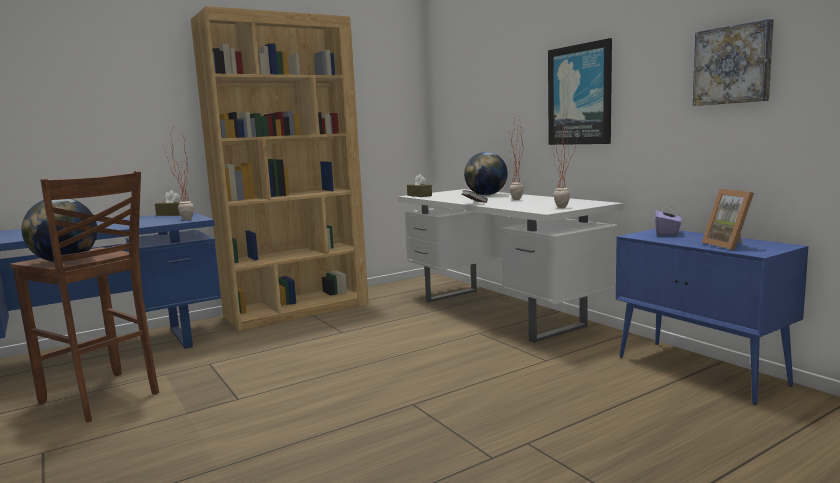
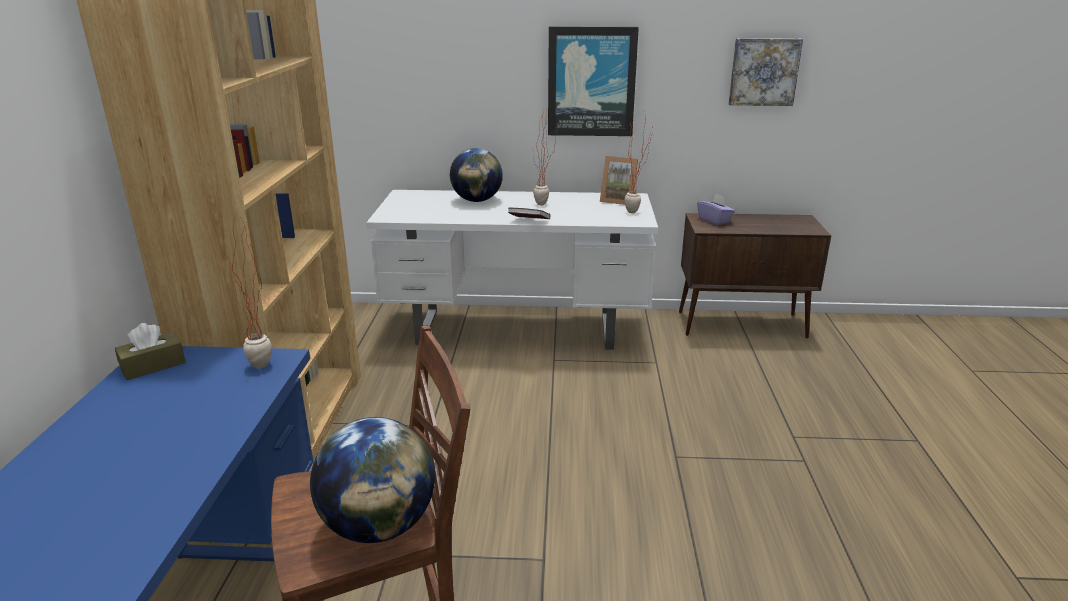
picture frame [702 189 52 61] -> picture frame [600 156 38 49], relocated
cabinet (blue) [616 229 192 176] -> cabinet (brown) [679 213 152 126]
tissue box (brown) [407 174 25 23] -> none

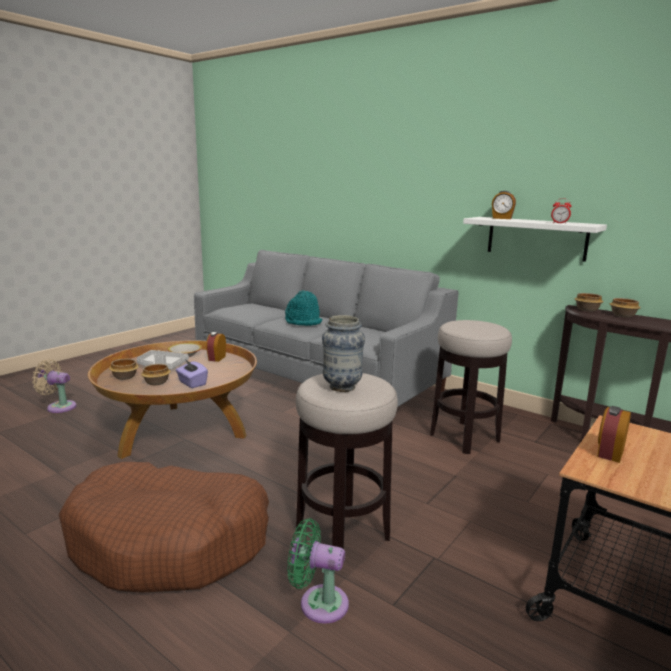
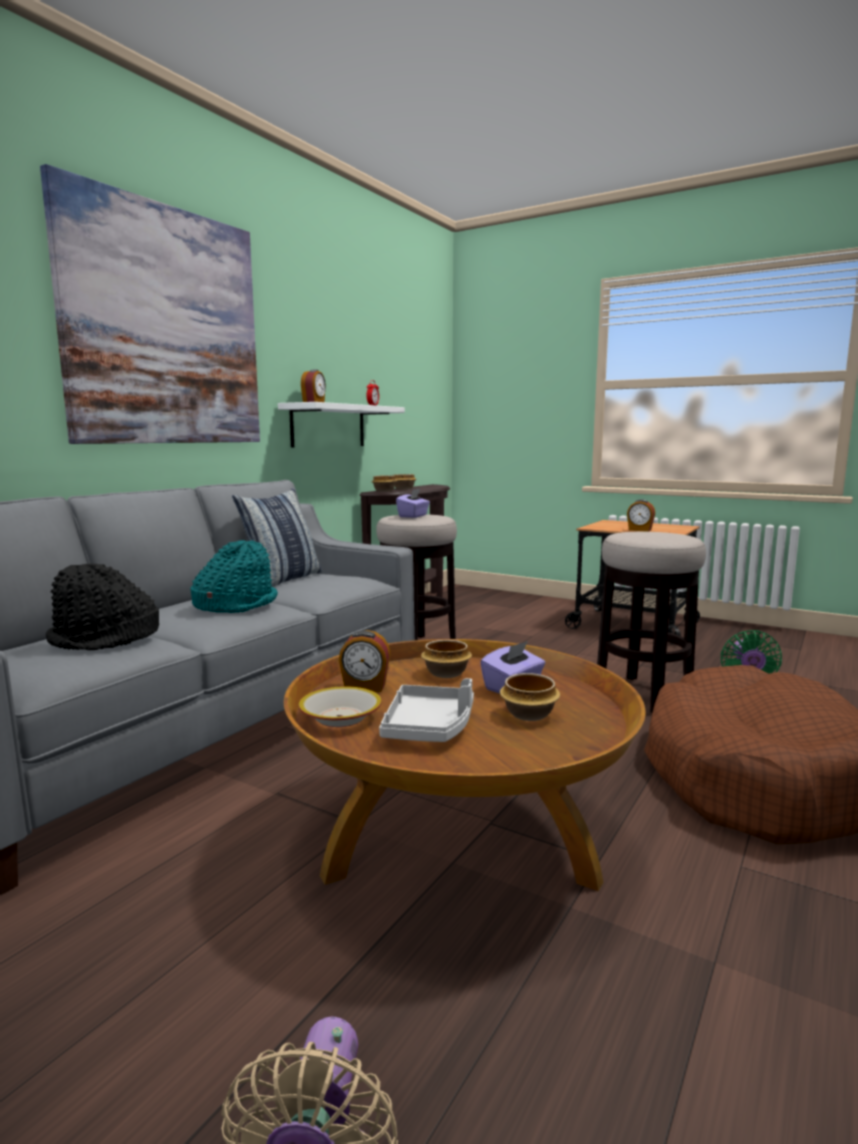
none -> picture [40 164 220 280]
none -> hat (black) [46 563 113 87]
none -> pillow [232 488 90 99]
none -> tissue box (purple) [396 489 34 29]
bowl [109 358 30 22] -> bowl [421 640 51 38], relocated
vase [322 315 43 77] -> none

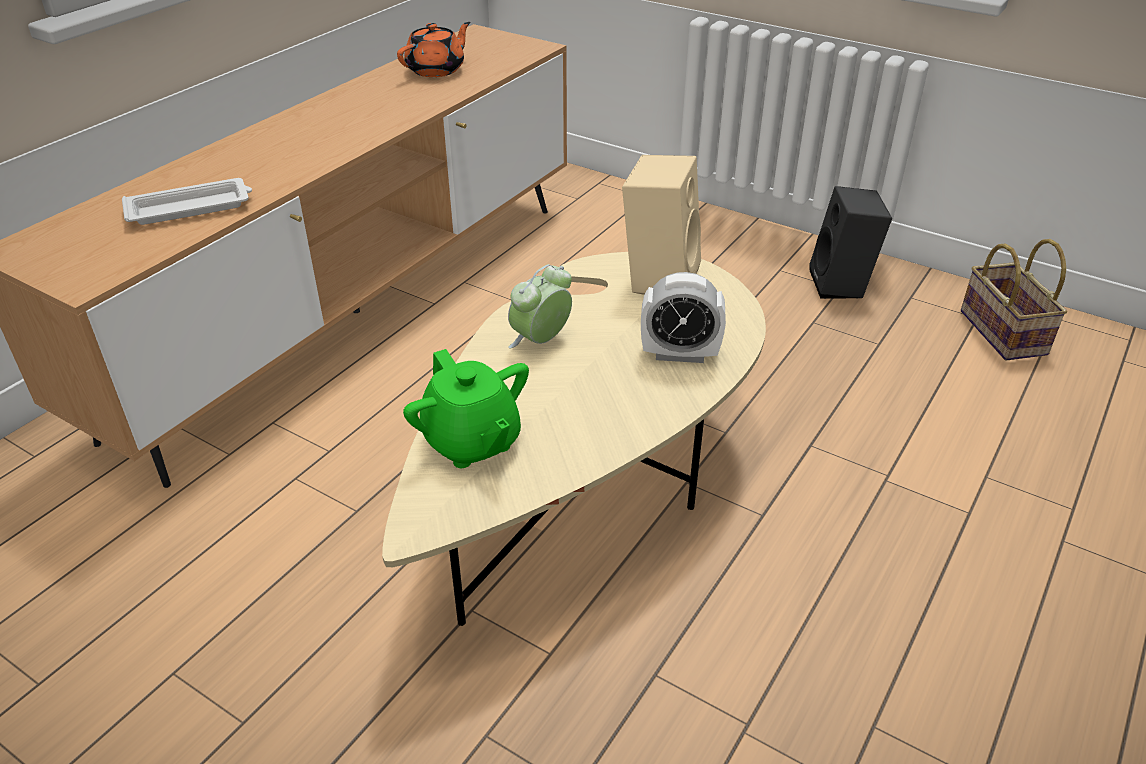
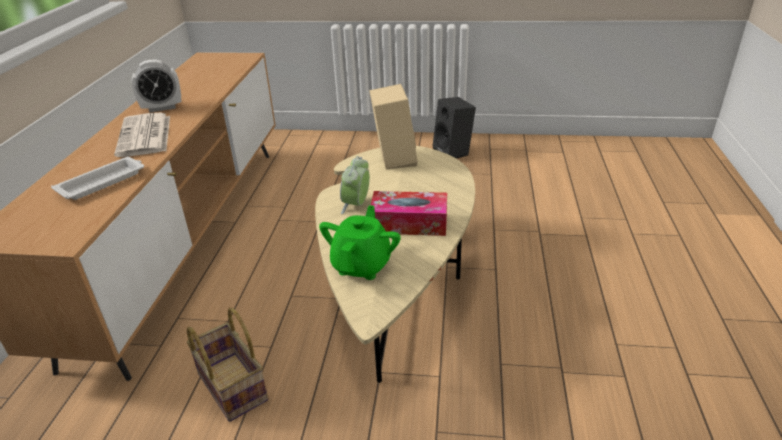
none -> newspaper [114 112 56 45]
alarm clock [641 272 85 91] -> alarm clock [132 59 49 54], relocated
basket [961 239 106 121] -> basket [187 308 81 114], relocated
teapot (green) [403 349 126 119] -> teapot (green) [319 205 82 75], 105 degrees counterclockwise
none -> tissue box [371 191 76 45]
teapot (orange) [397 22 74 55] -> none

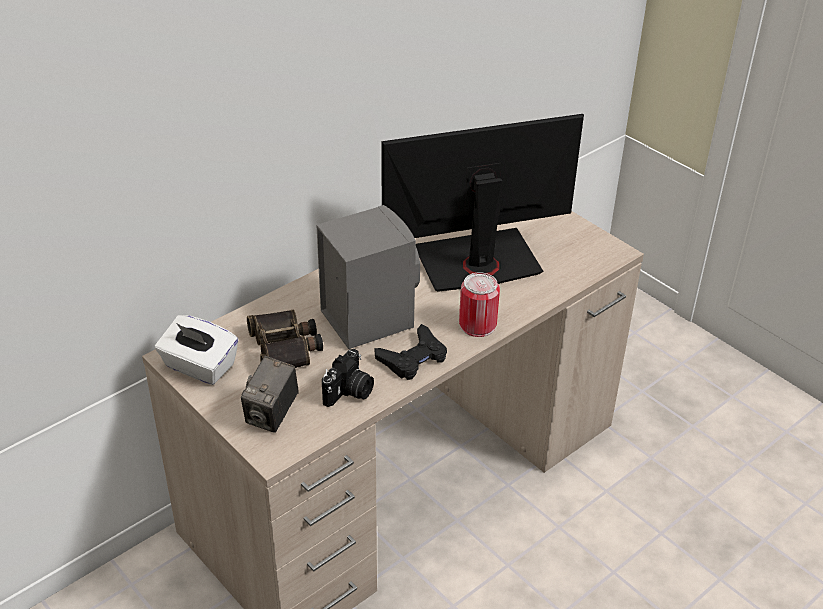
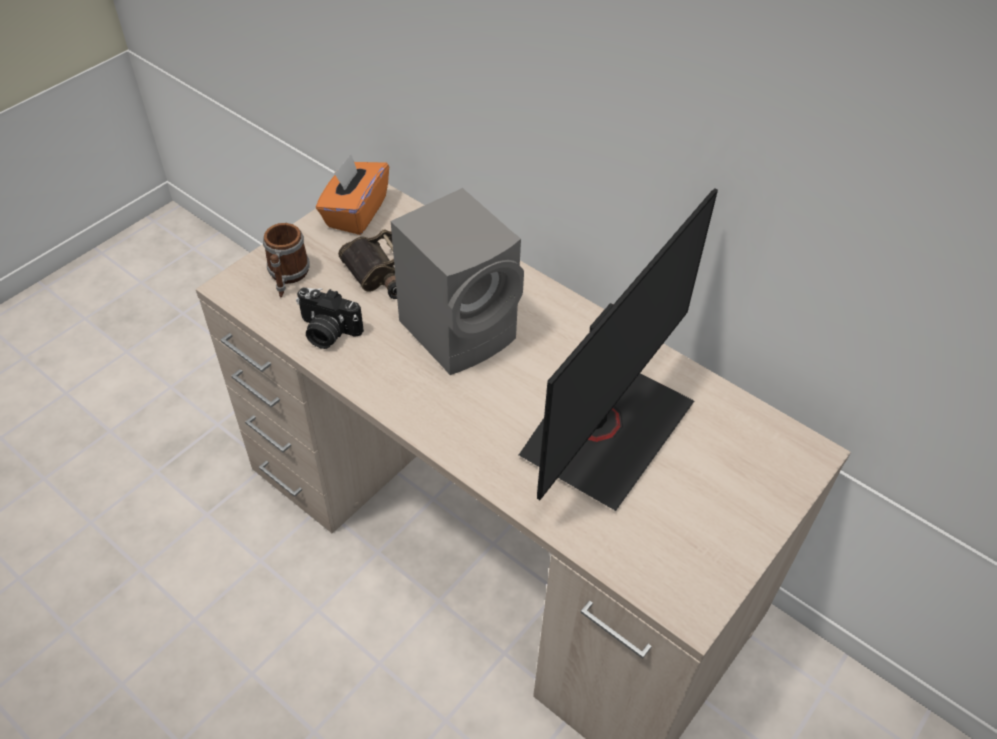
photo camera [241 356 58 77] -> mug [263 223 46 75]
tissue box (white) [155 315 84 70] -> tissue box (orange) [316 154 73 81]
monitor [381 114 203 178] -> monitor [519 189 199 322], 60 degrees clockwise
game controller (black) [375 324 72 56] -> none
can [459 272 41 65] -> none

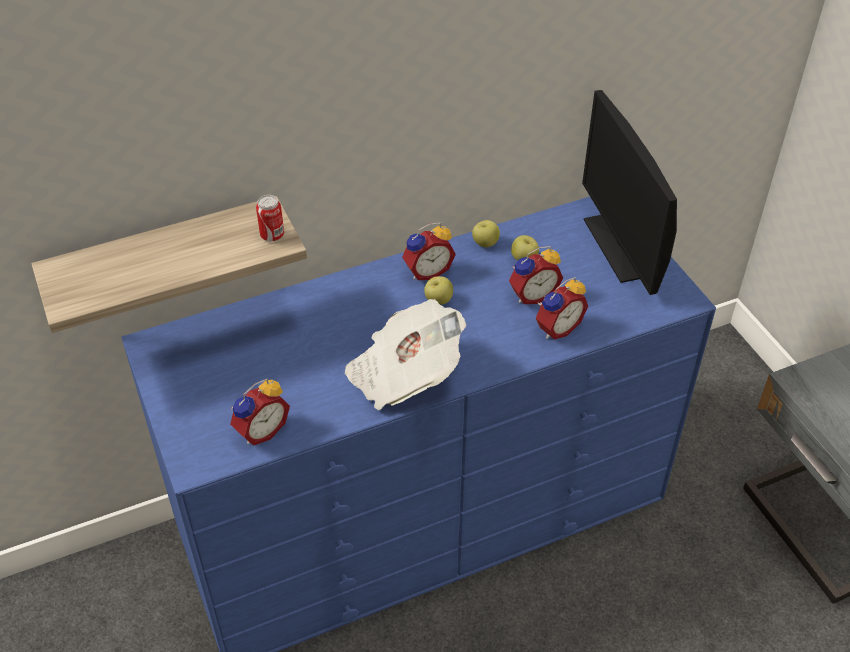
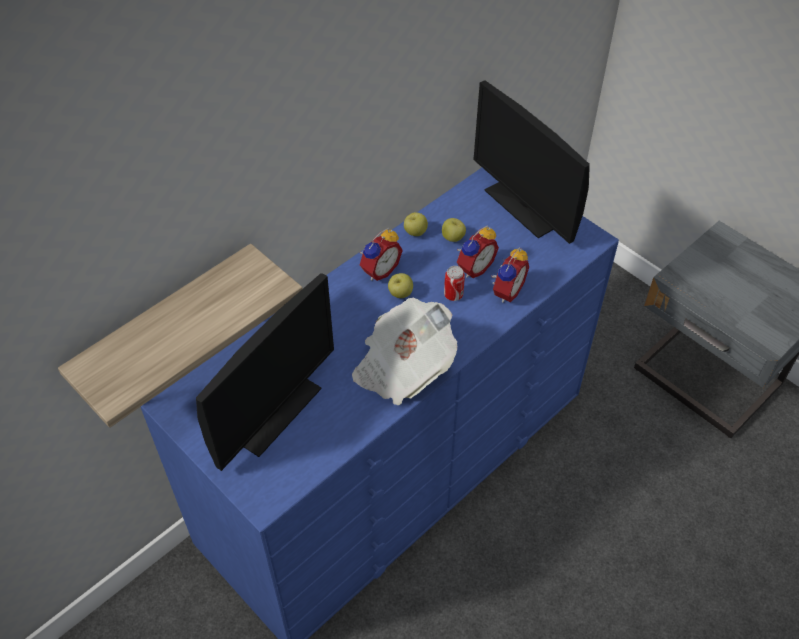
none -> monitor [196 273 138 198]
can [256 195 28 47] -> can [444 266 21 35], relocated
alarm clock [230 379 60 67] -> none

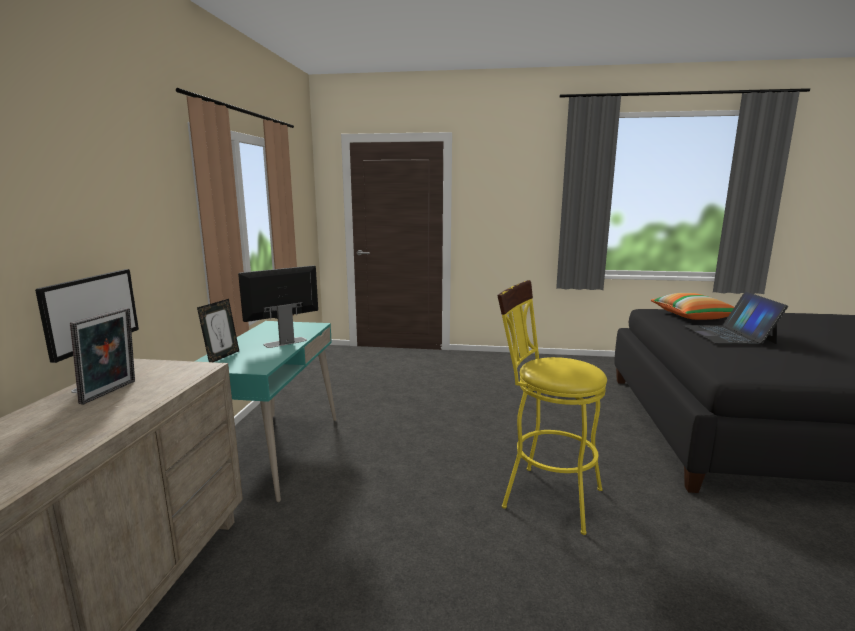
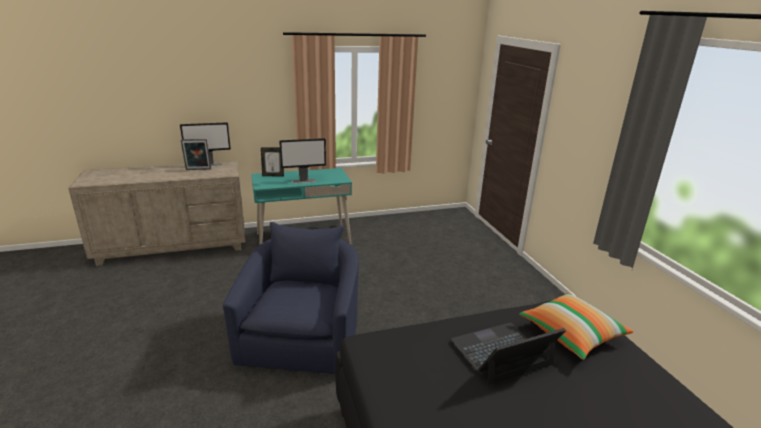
stool (yellow) [497 280 110 255] -> armchair (blue) [223 222 136 152]
monitor [238 265 80 83] -> monitor [279 138 47 46], 135 degrees clockwise

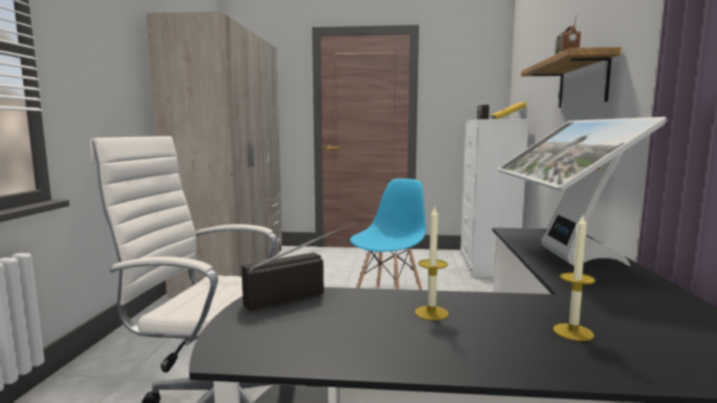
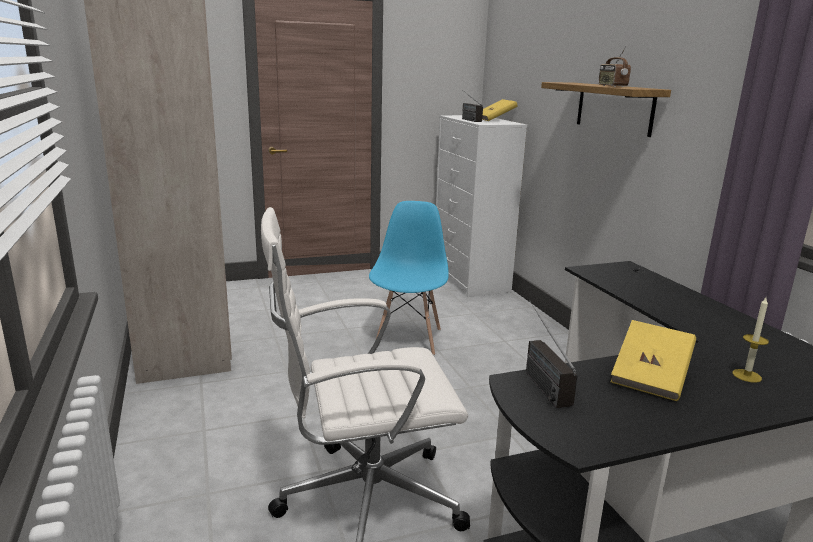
radio [241 221 117 90] -> radio [526 301 52 107], 45 degrees counterclockwise
candle [415 205 34 115] -> book (yellow) [611 320 85 81]
monitor [497 117 171 149] -> none

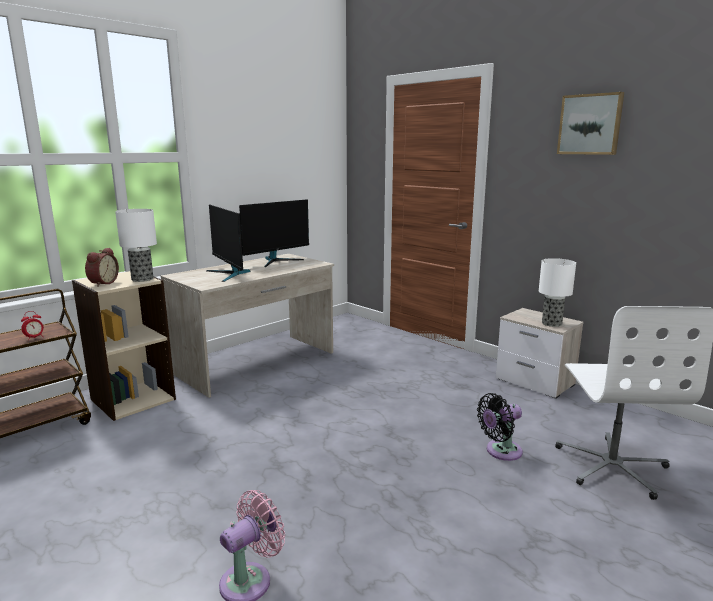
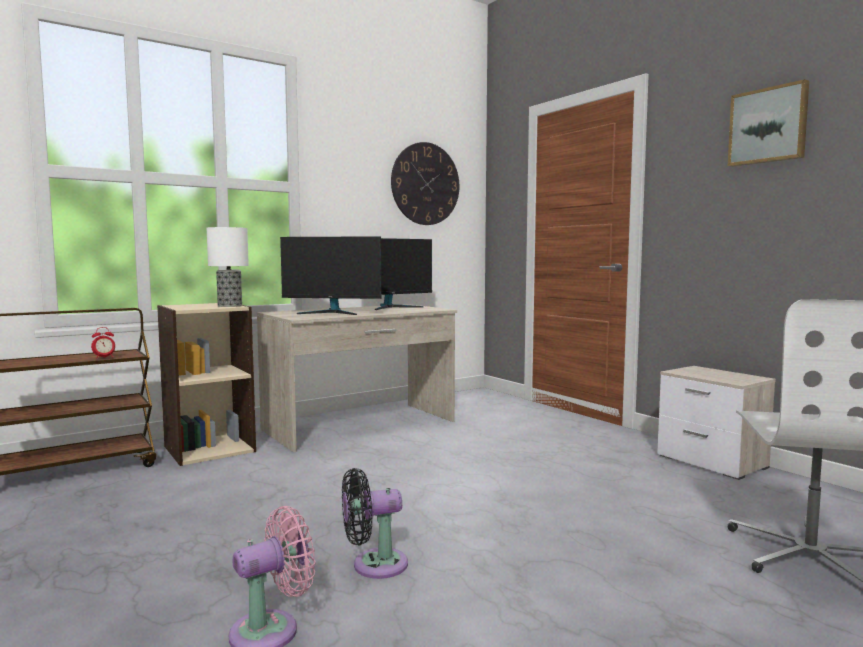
monitor [206 205 44 77] -> monitor [280 236 102 79], 60 degrees counterclockwise
fan (black) [477 393 46 68] -> fan (black) [342 468 66 111], relocated
none -> wall clock [391 142 68 83]
alarm clock [85 248 34 39] -> none
table lamp [539 258 37 69] -> none

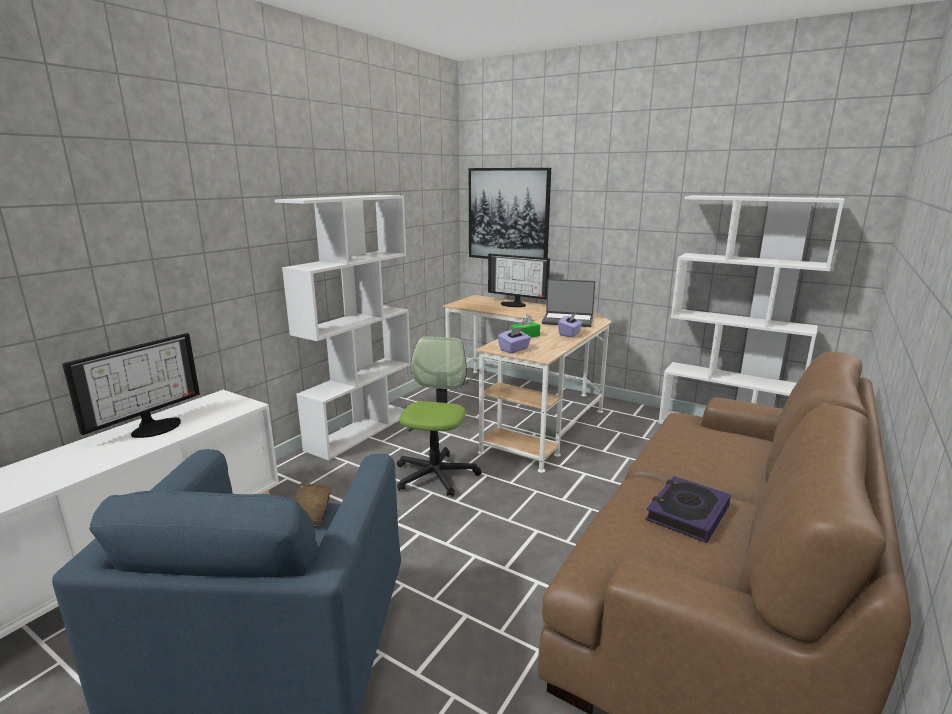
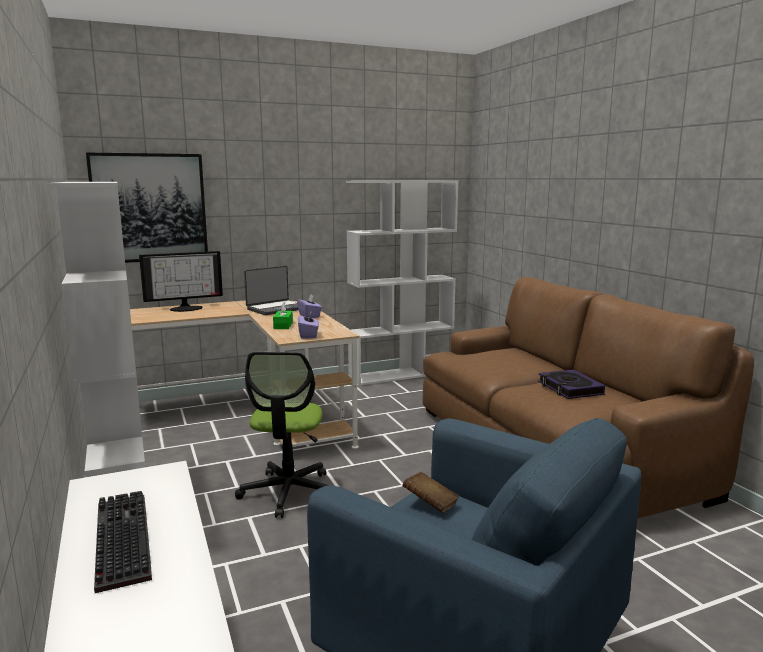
monitor [62 333 138 105] -> keyboard [94 491 58 102]
office chair [397 336 84 160] -> office chair [235 352 94 166], 135 degrees counterclockwise

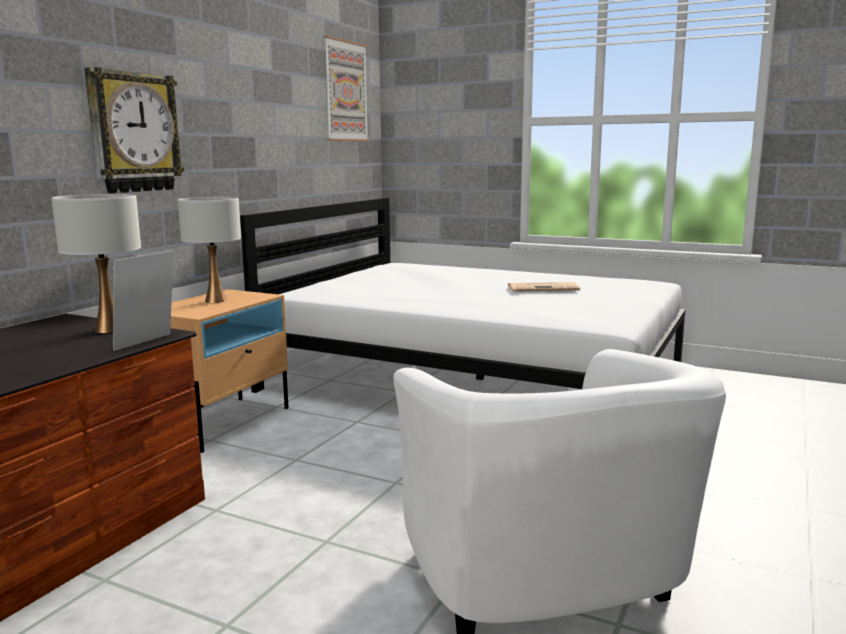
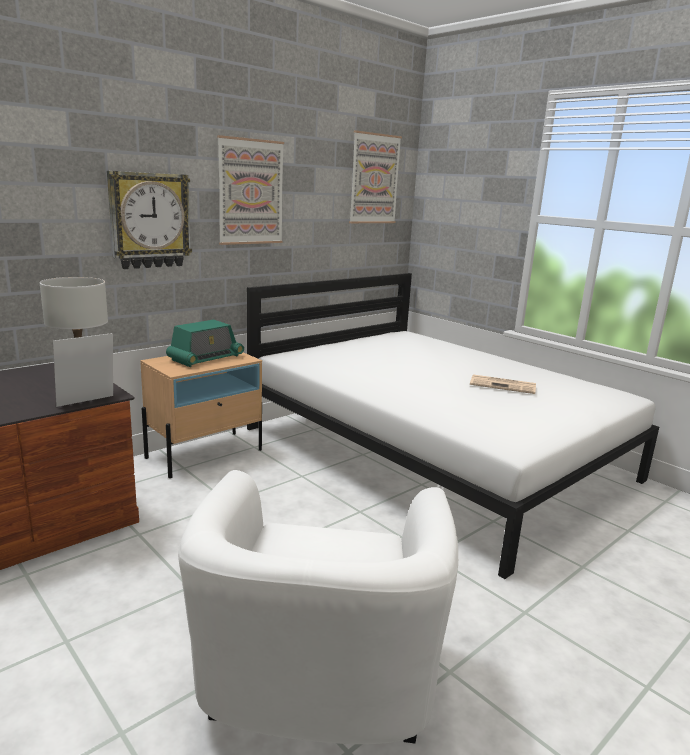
table lamp (white) [178 197 63 106] -> radio [166 320 78 47]
none -> picture [217 135 67 110]

